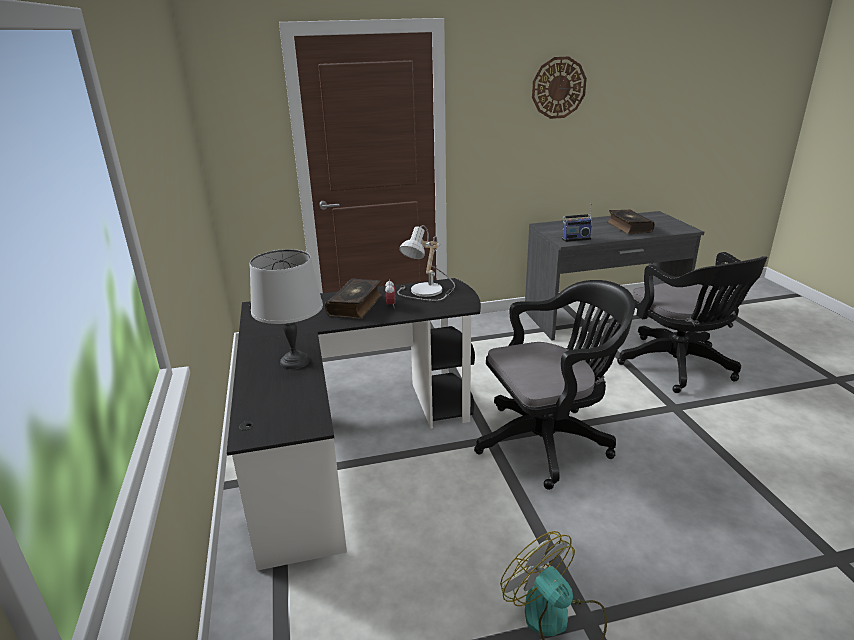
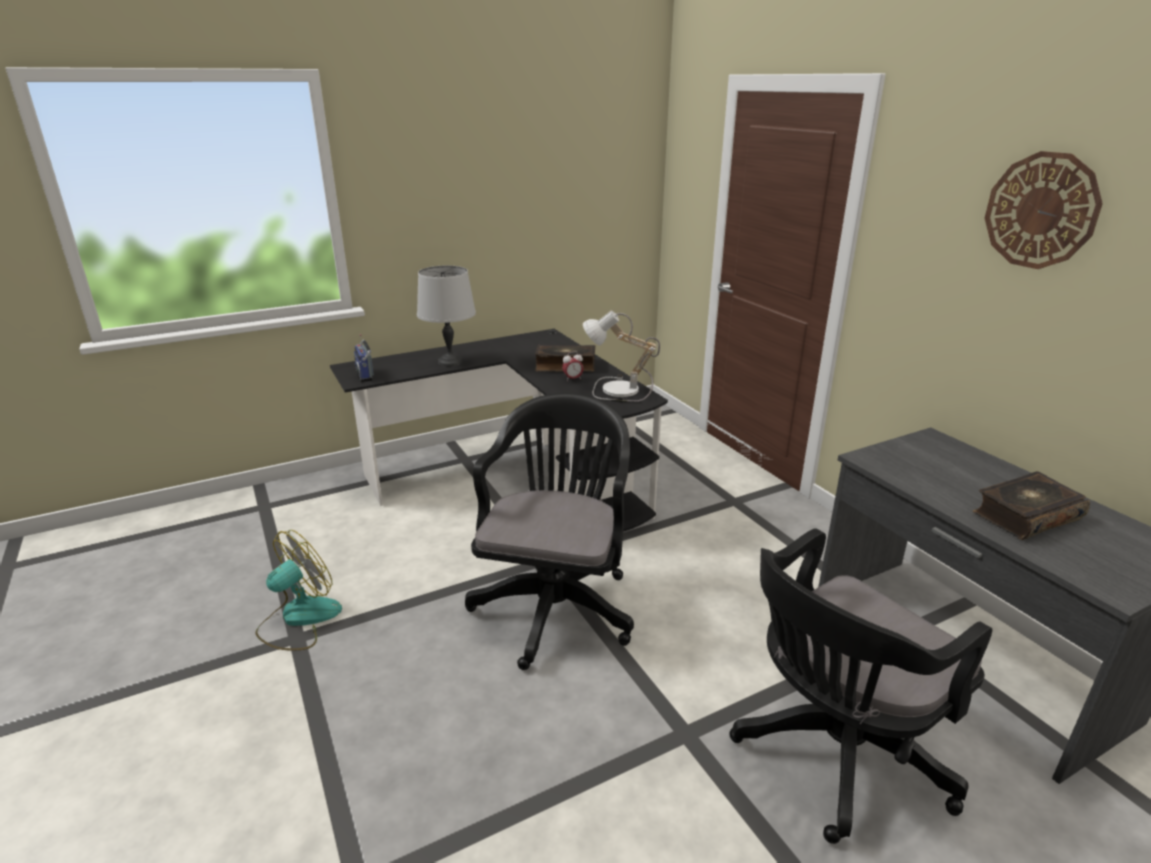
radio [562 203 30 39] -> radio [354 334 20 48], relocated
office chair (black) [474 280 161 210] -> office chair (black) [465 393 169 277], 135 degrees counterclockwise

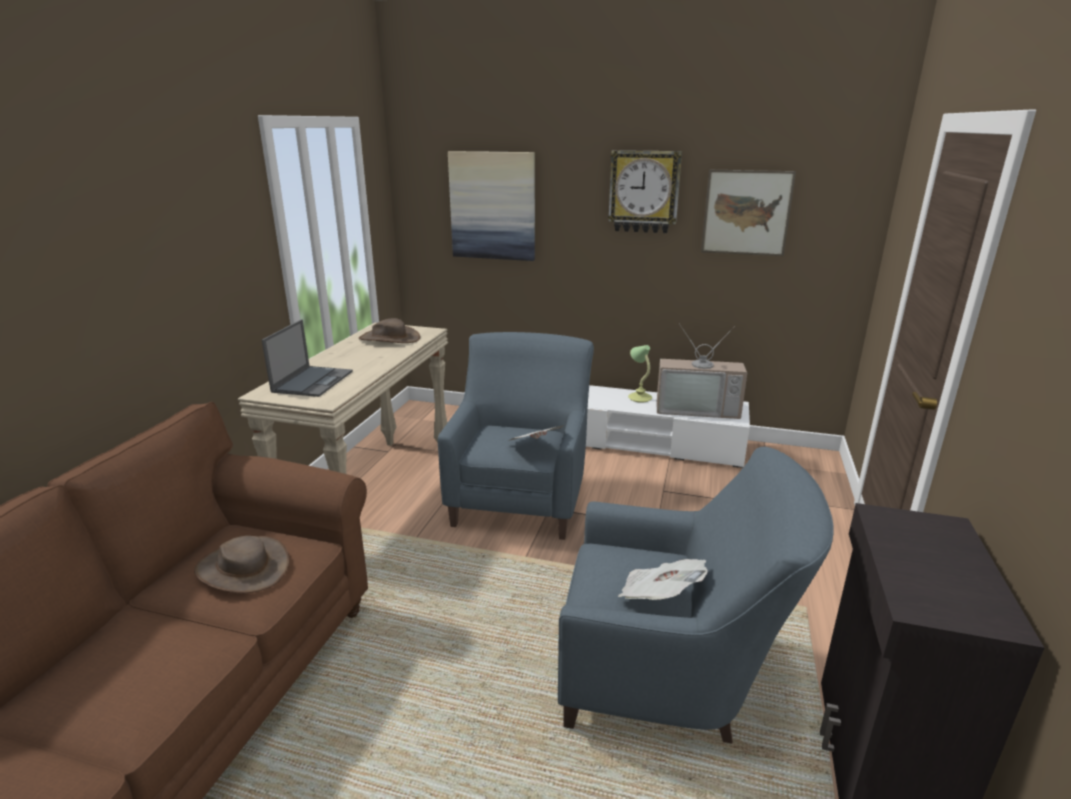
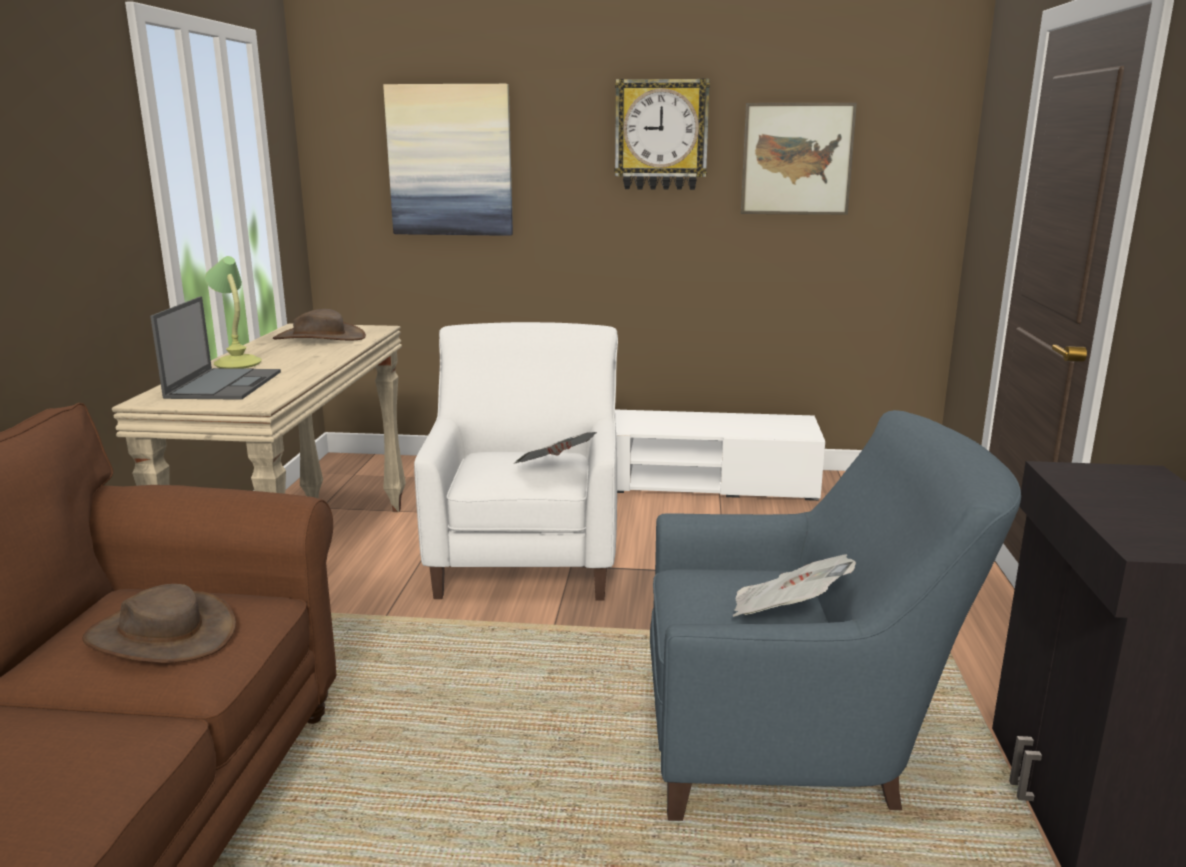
table lamp [628 345 24 58] -> table lamp [205 256 57 113], relocated
armchair (blue) [438 332 156 208] -> armchair (white) [414 322 204 279]
television [656 324 91 95] -> none

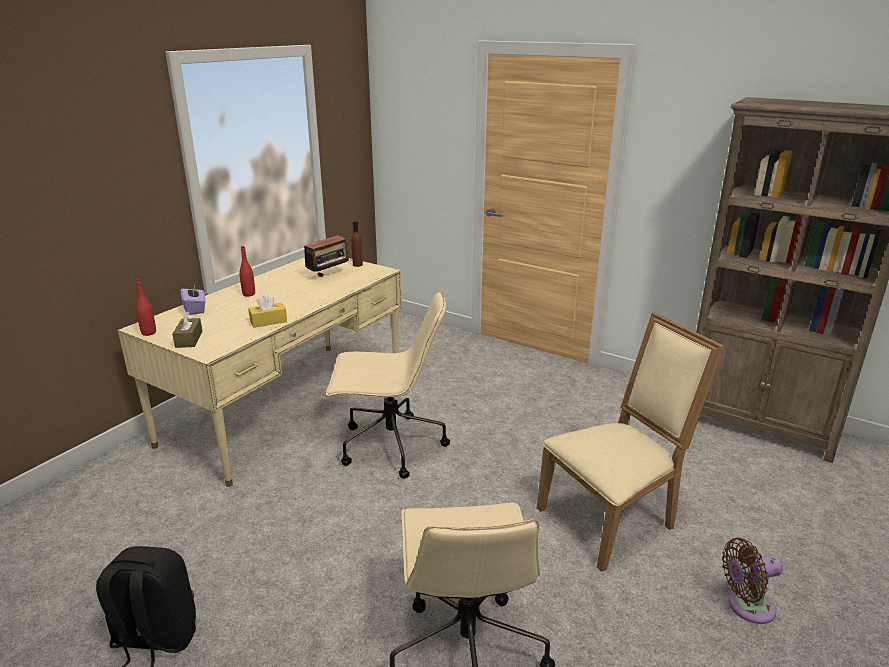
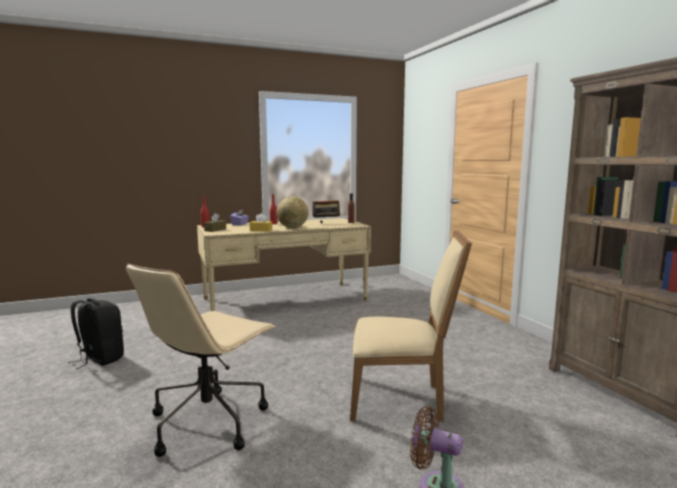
none -> globe [276 196 33 32]
office chair (beige) [326 291 124 188] -> none

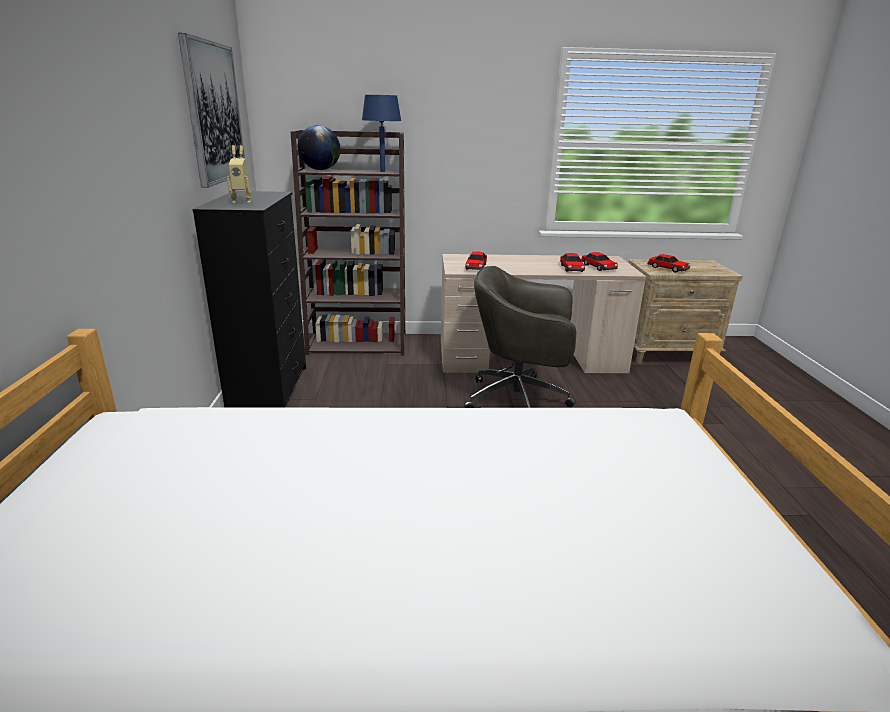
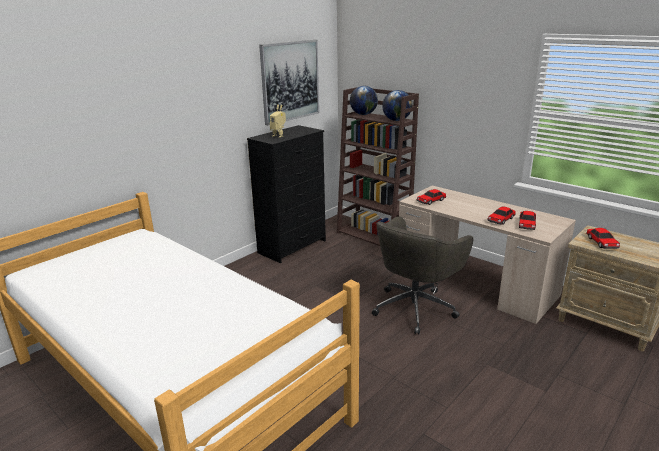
office chair (grey) [464 266 112 142] -> office chair (grey) [372 217 101 118], 105 degrees counterclockwise
table lamp (blue) [362 95 39 77] -> globe [382 90 31 31]

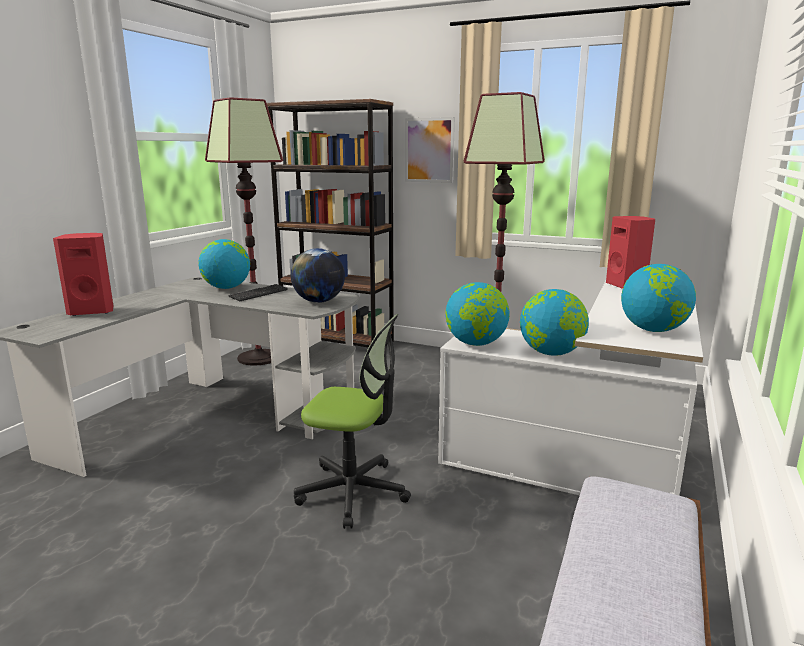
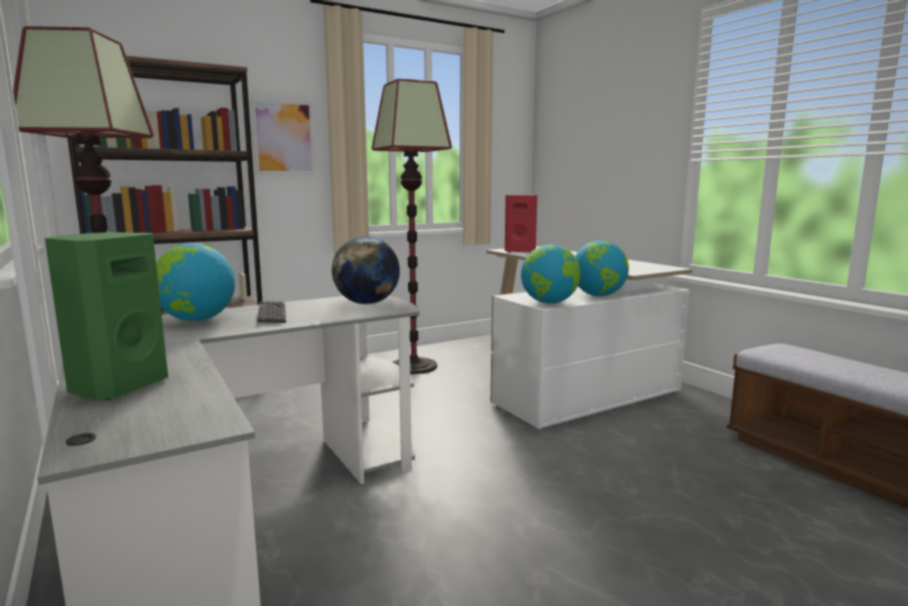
speaker (red) [53 233 60 83] -> speaker (green) [45 232 123 169]
office chair [294 314 117 215] -> none
globe [621 264 75 68] -> none

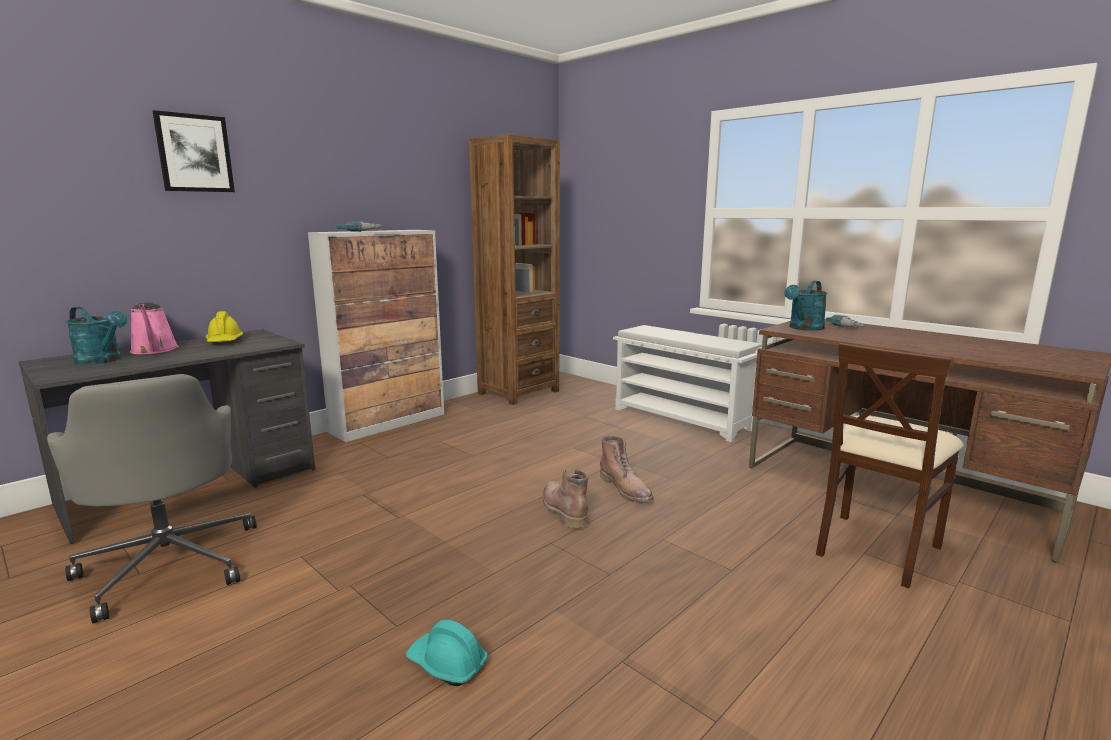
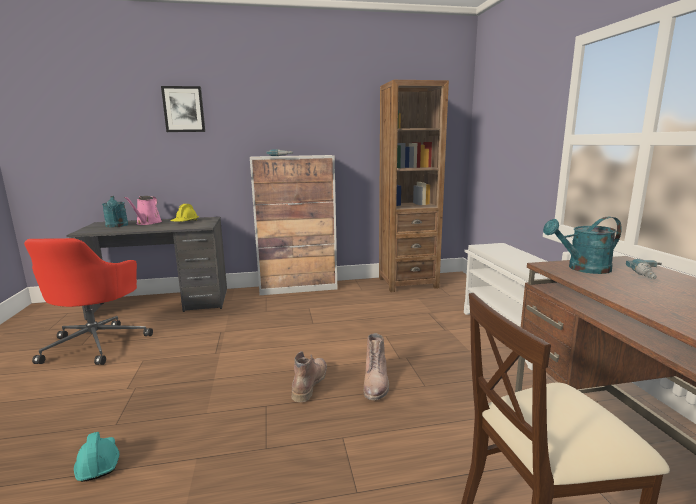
office chair (grey) [47 374 210 249] -> office chair (red) [24 238 129 127]

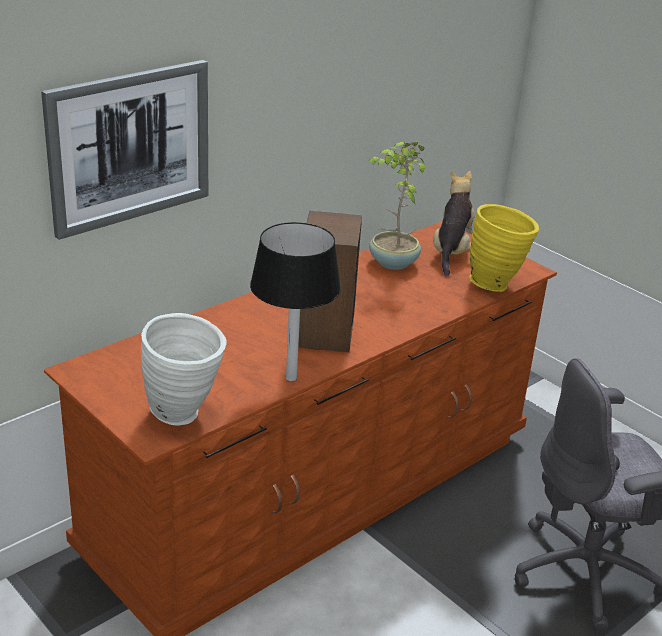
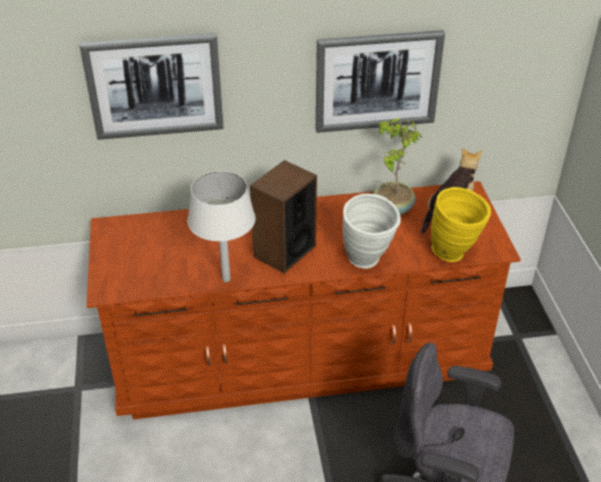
table lamp (black) [250 222 91 159] -> table lamp (white) [188 171 67 111]
none -> picture [316 30 129 103]
vase (white) [141 313 86 112] -> vase (white) [343 194 58 75], relocated

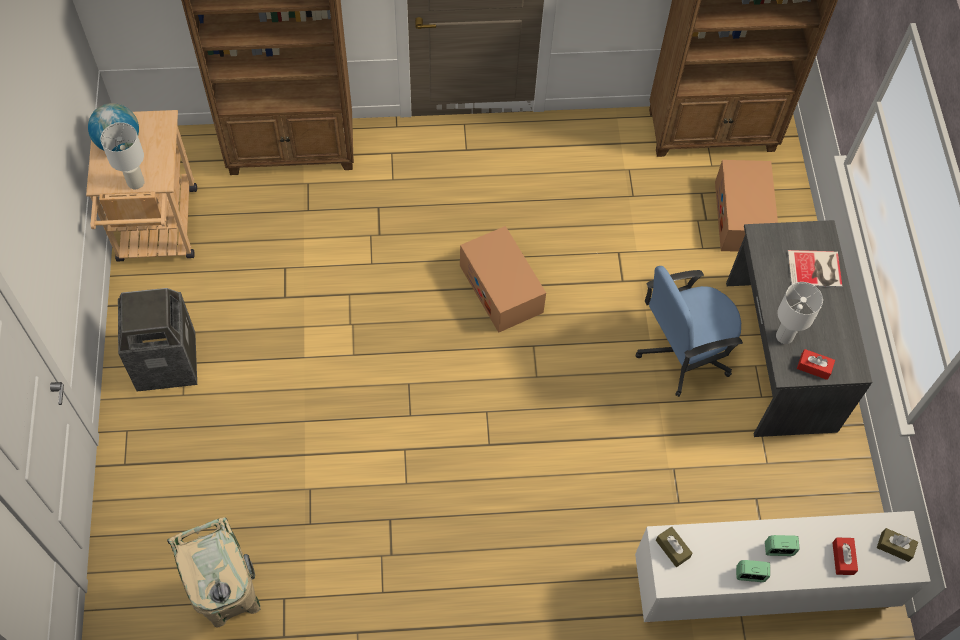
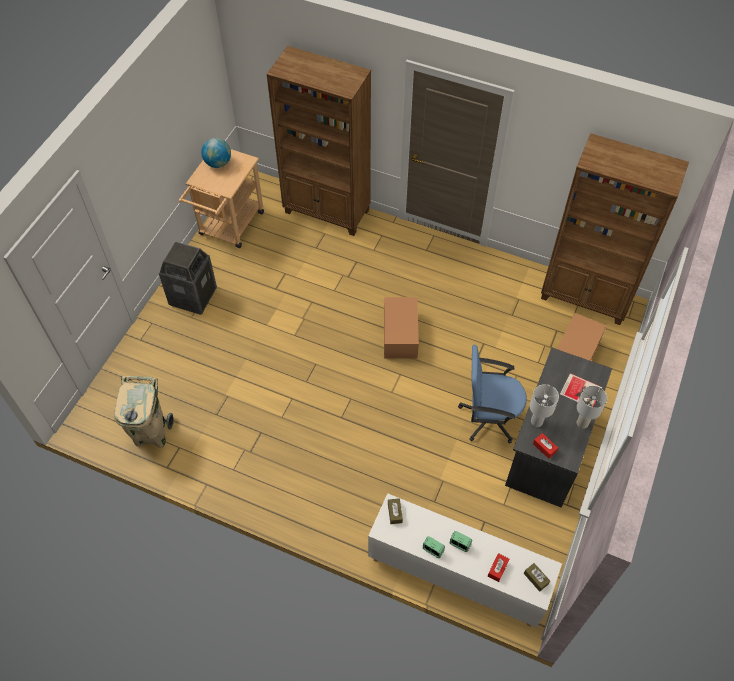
table lamp (white) [100 122 45 67] -> table lamp (white) [577 386 30 43], relocated

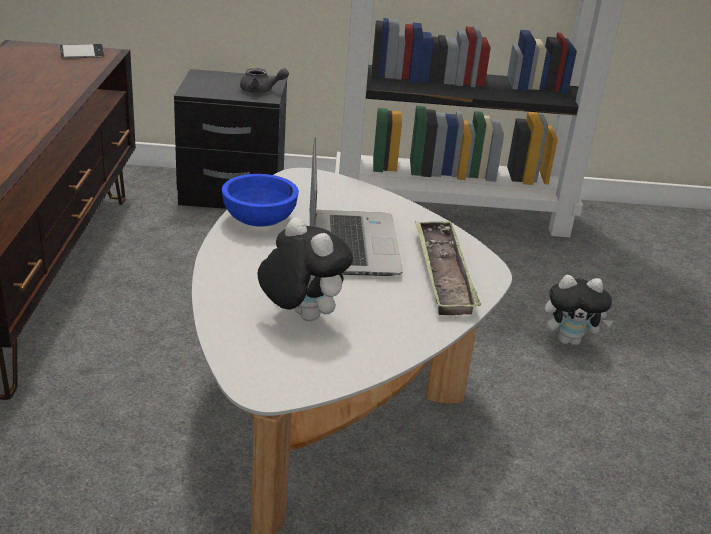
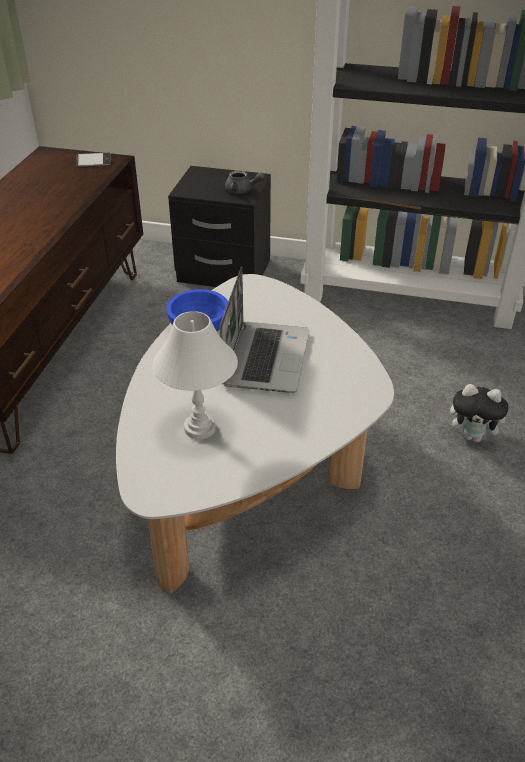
plush toy [258 217 95 104] -> table lamp (white) [152 311 86 129]
tray [415 220 66 95] -> none

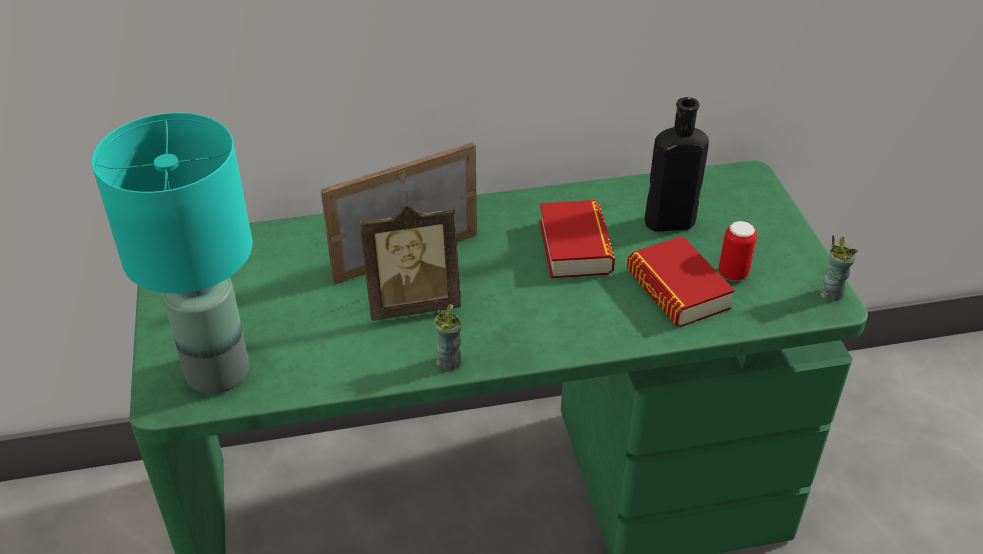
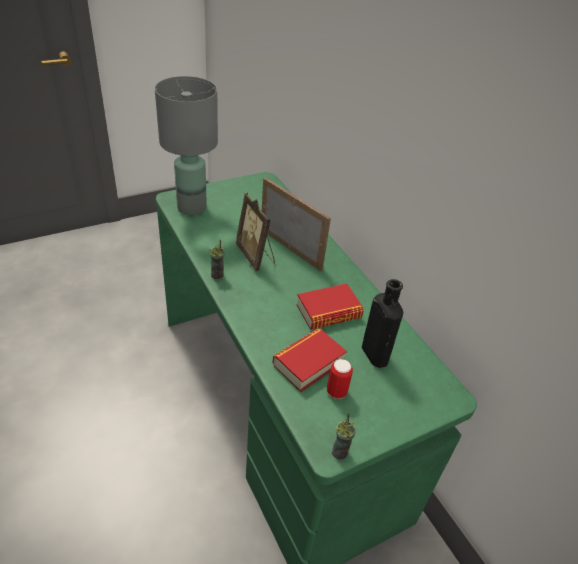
table lamp (turquoise) [92 112 161 282] -> table lamp (grey) [155 76 63 139]

